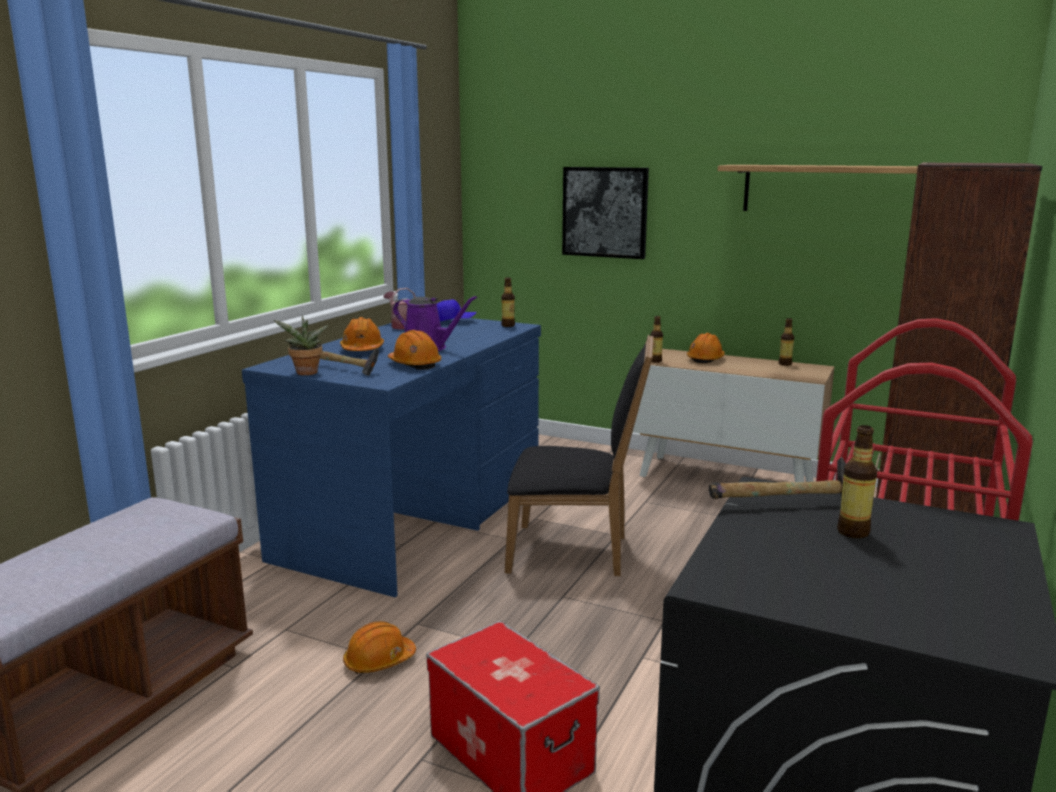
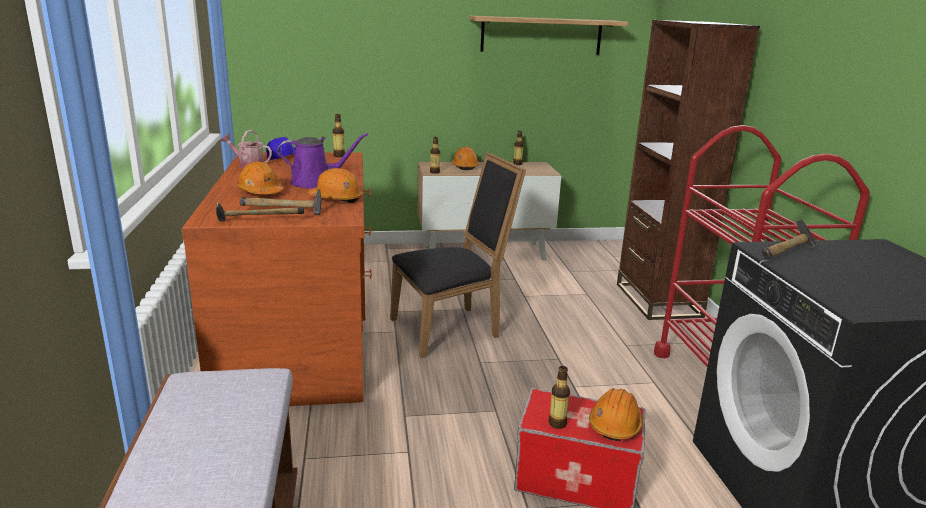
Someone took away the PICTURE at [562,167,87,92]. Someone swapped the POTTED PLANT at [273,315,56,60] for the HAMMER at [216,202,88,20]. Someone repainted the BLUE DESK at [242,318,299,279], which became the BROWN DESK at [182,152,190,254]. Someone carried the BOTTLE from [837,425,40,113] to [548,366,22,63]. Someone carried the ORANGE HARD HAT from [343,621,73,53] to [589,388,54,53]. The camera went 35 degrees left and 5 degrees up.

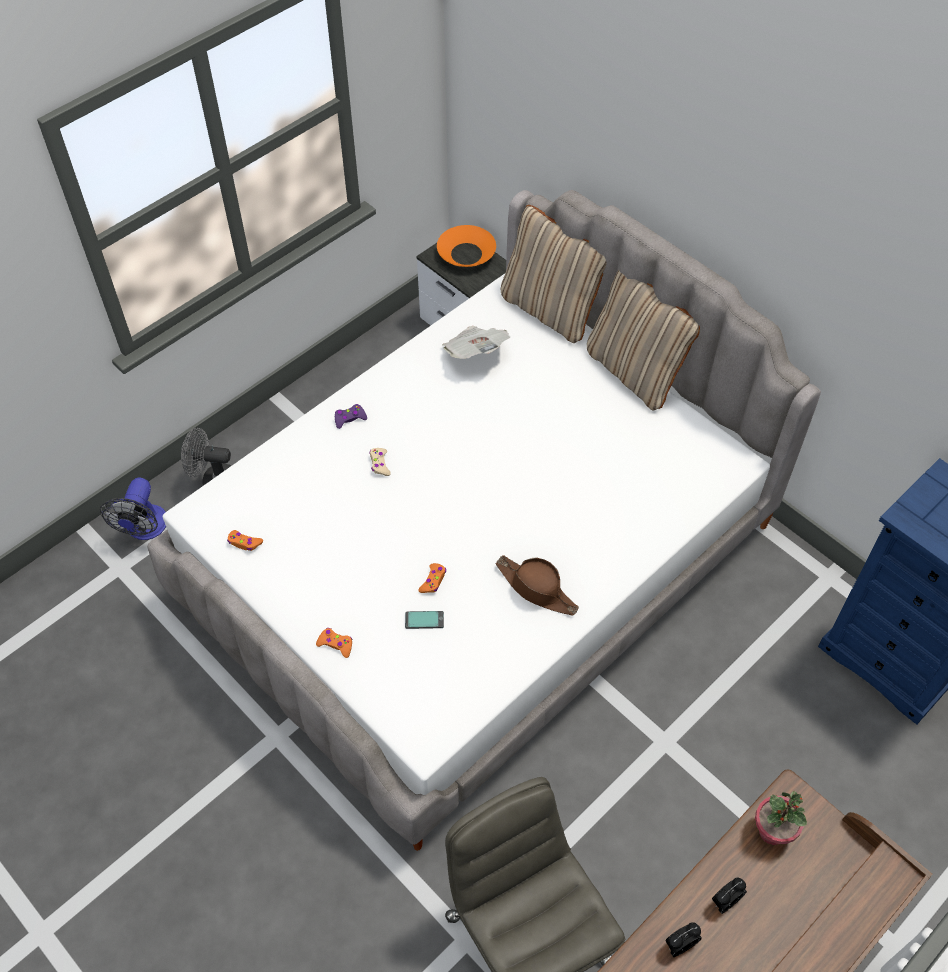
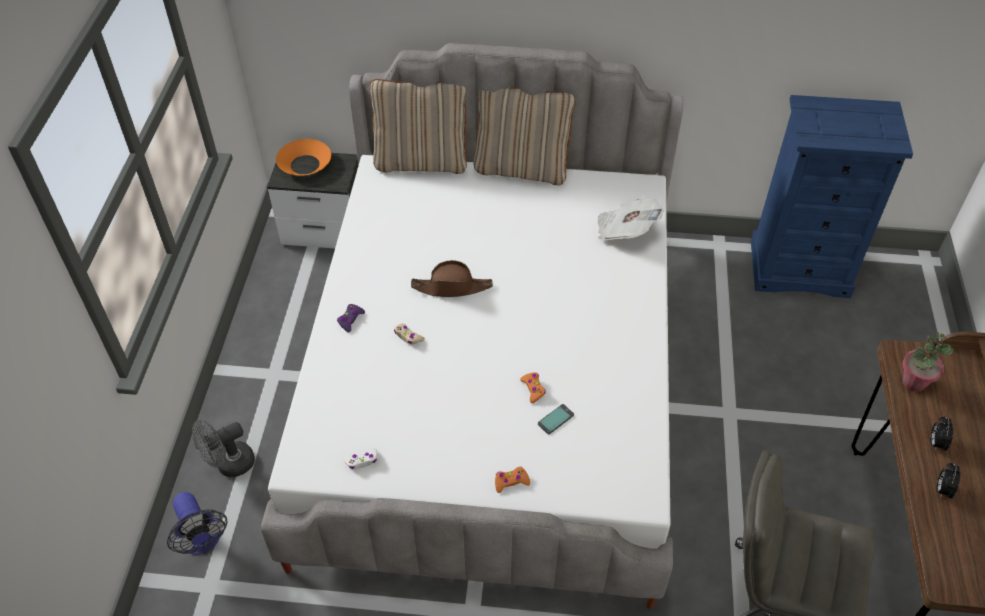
Someone carried the NEWSPAPER from [442,326,68,33] to [598,199,65,41]. Someone repainted the ORANGE GAME CONTROLLER at [227,530,36,21], which became the WHITE GAME CONTROLLER at [343,448,35,21]. Someone carried the BROWN HAT from [496,555,83,60] to [411,260,82,37]. The camera went 40 degrees left and 5 degrees down.

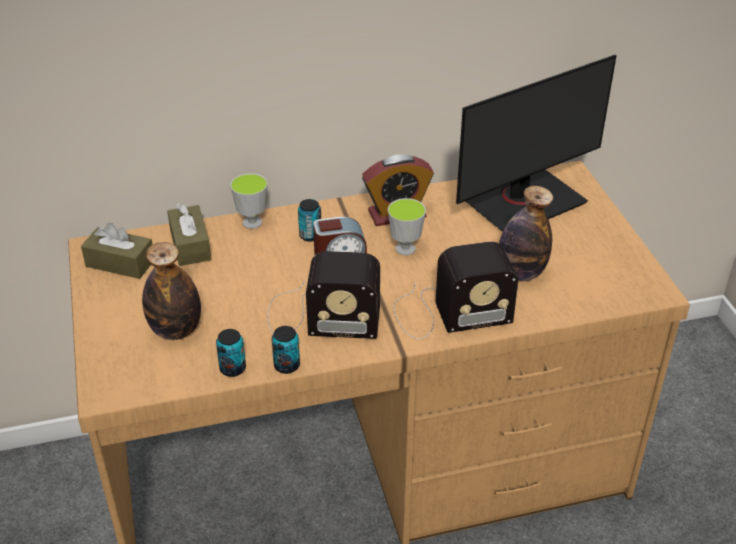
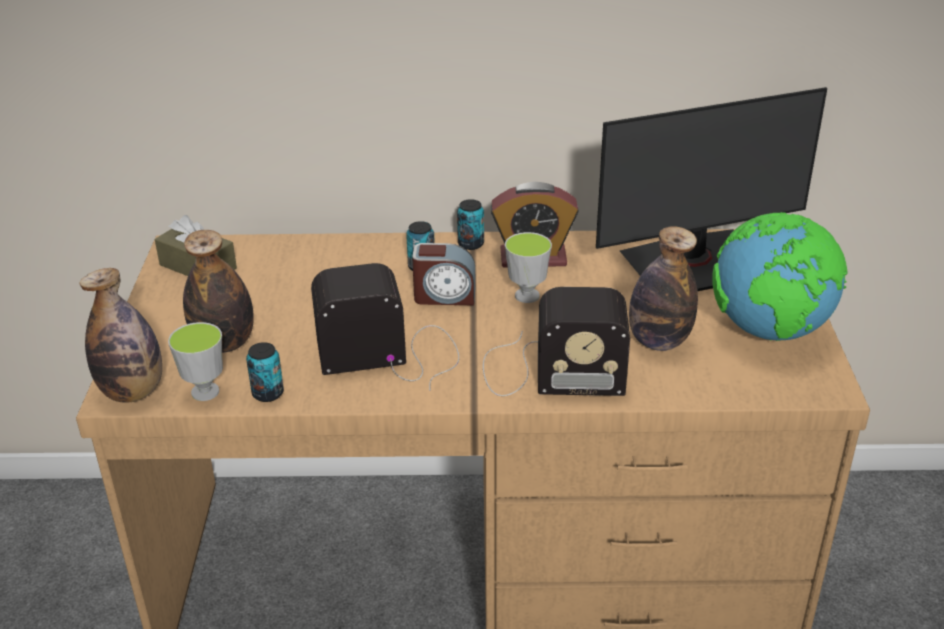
Someone carried the CUP from [230,173,38,56] to [168,322,55,79]. Someone took away the BROWN TISSUE BOX at [167,203,44,63]. Someone rotated the RADIO at [268,251,112,88] by 150 degrees clockwise. Someone carried the CAN from [272,326,28,48] to [457,199,27,51]. Someone put down the GLOBE at [712,212,136,129]. Someone put down the BOTTLE at [79,268,83,135]. The camera went 15 degrees right and 5 degrees down.

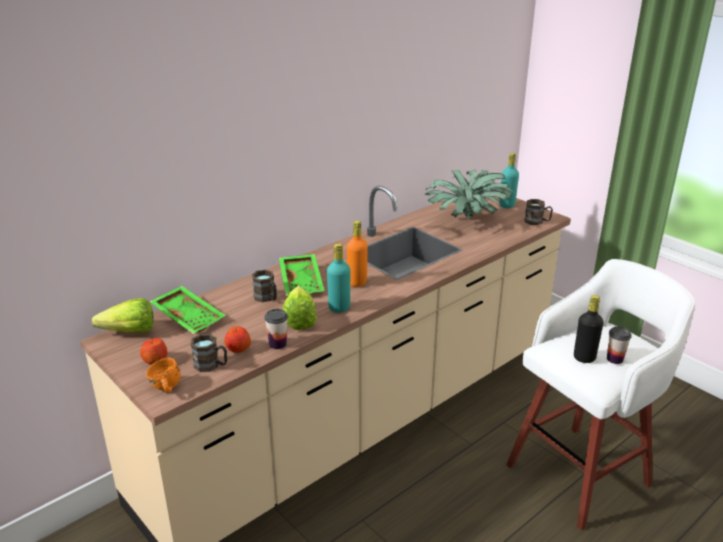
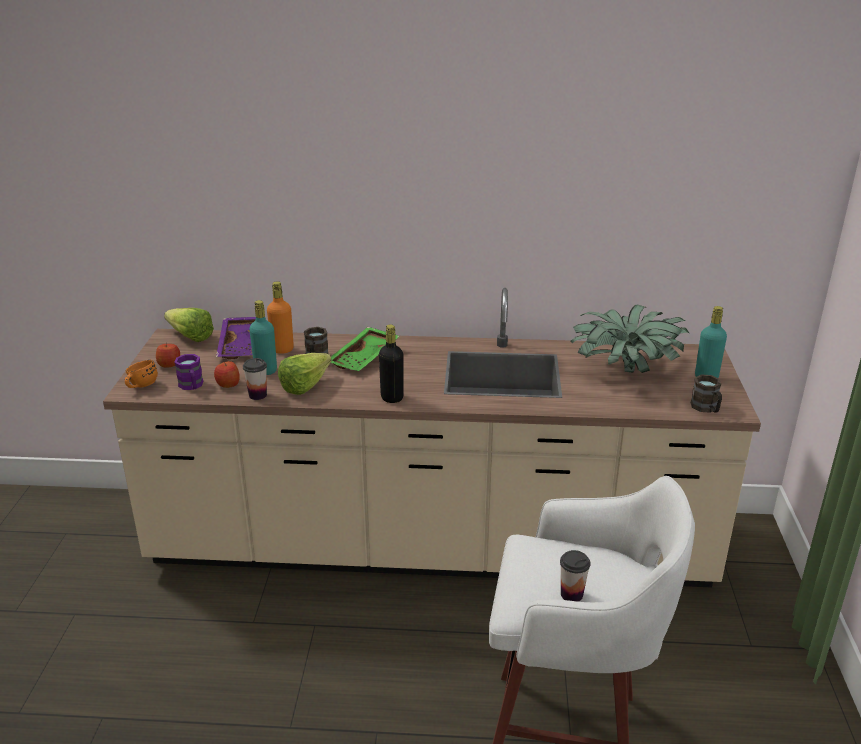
Someone carried the ORANGE BOTTLE from [347,221,21,66] to [267,282,27,72]. Someone carried the TURQUOISE BOTTLE from [327,243,23,70] to [249,300,28,75]. Someone repainted the GREEN TRAY at [149,286,77,48], which became the PURPLE TRAY at [216,317,40,42]. Someone carried the BLACK BOTTLE from [574,295,30,68] to [379,324,25,79]. Someone repainted the BROWN MUG at [191,334,36,38], which became the PURPLE MUG at [175,354,28,36]. The camera went 45 degrees right and 0 degrees up.

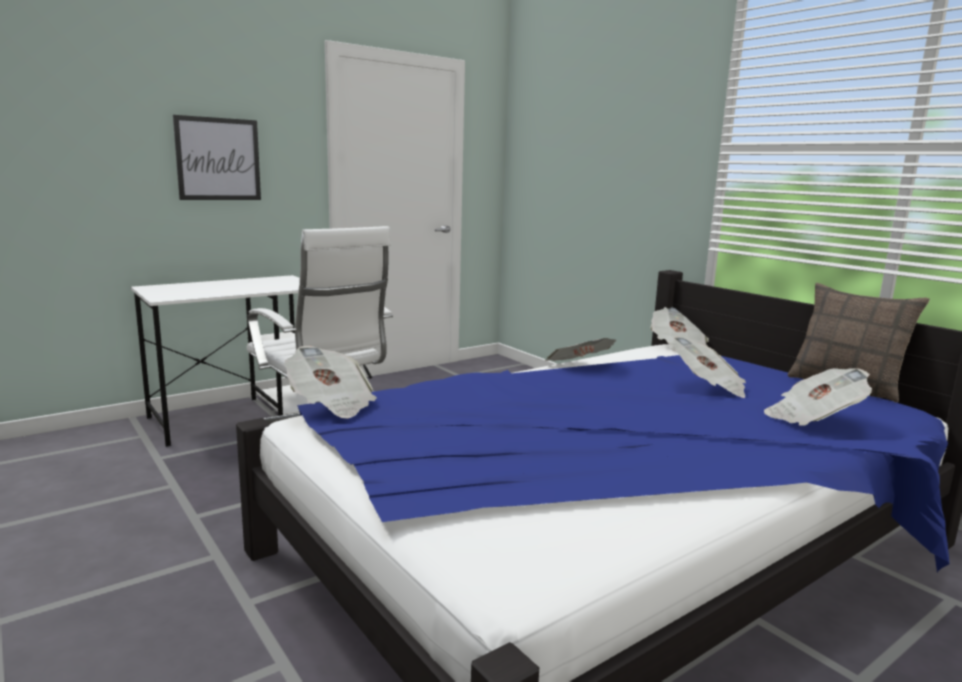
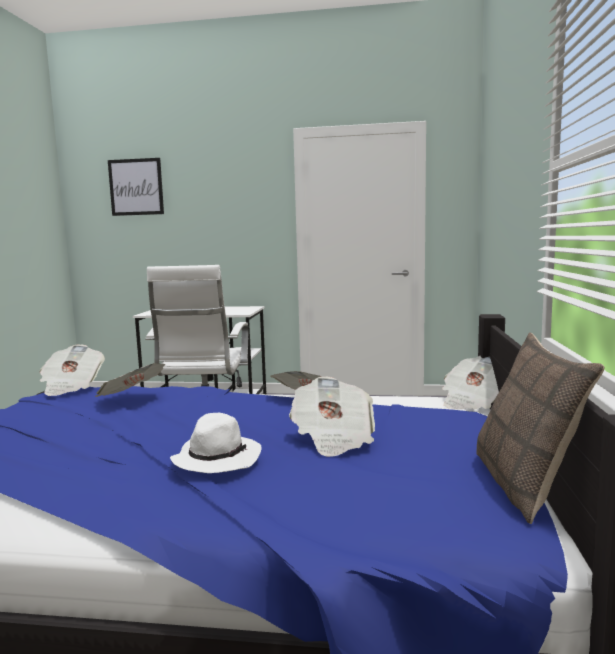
Someone carried the PICTURE from [173,115,88,85] to [108,158,56,58]. Someone carried the NEWSPAPER from [764,368,108,58] to [95,363,70,34]. Someone put down the WHITE HAT at [170,413,91,60]. The camera went 45 degrees right and 5 degrees down.

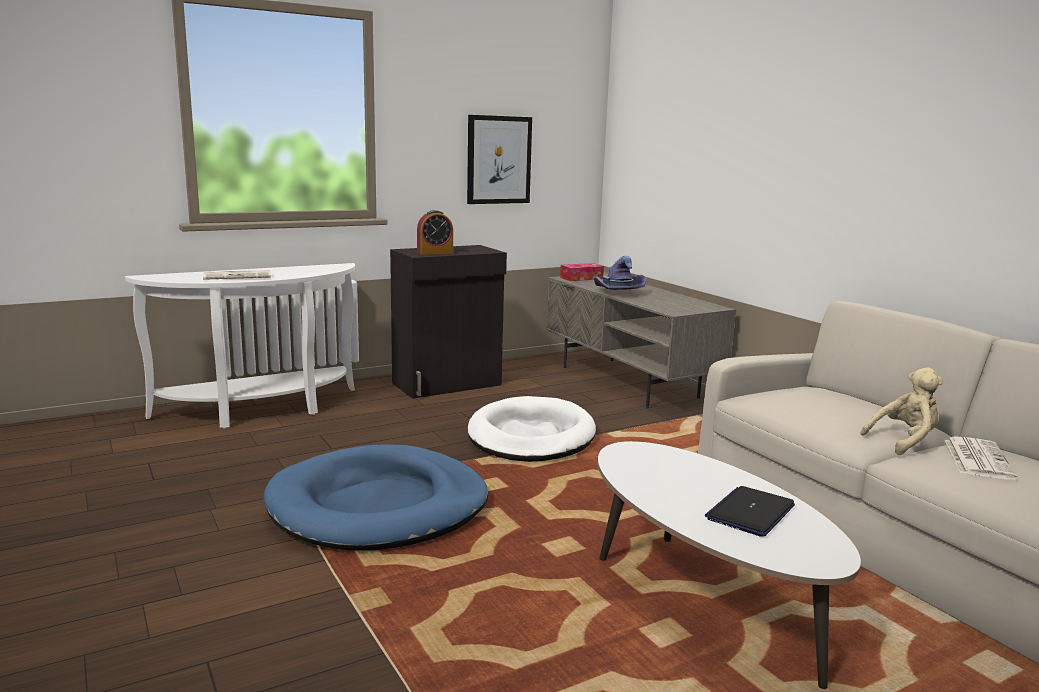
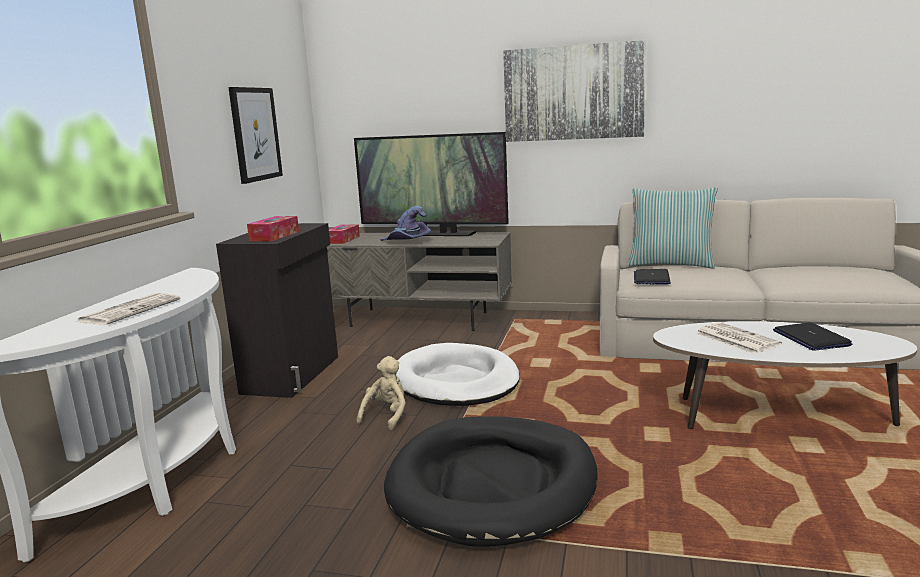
Someone swapped the ALARM CLOCK at [417,210,36,45] for the TISSUE BOX at [247,216,52,25]. Someone carried the BEIGE PLUSH TOY from [860,367,83,88] to [357,356,49,74]. Someone carried the NEWSPAPER from [945,436,73,44] to [696,322,86,32]. Someone repainted the BLUE DOG BED at [263,444,225,107], which became the BLACK DOG BED at [384,416,214,131]. Someone put up the PICTURE at [503,40,143,102]. Someone put down the TELEVISION at [354,132,155,104]. Someone put down the PILLOW at [628,187,90,82]. Someone put down the LAPTOP at [634,269,37,16]. The camera went 45 degrees left and 0 degrees up.

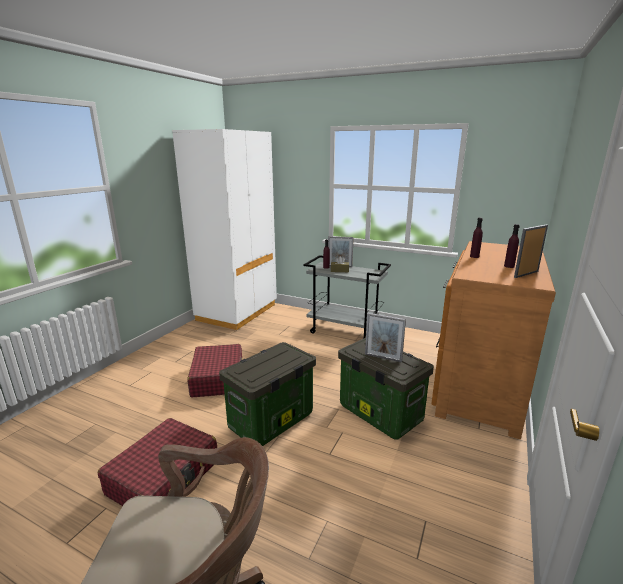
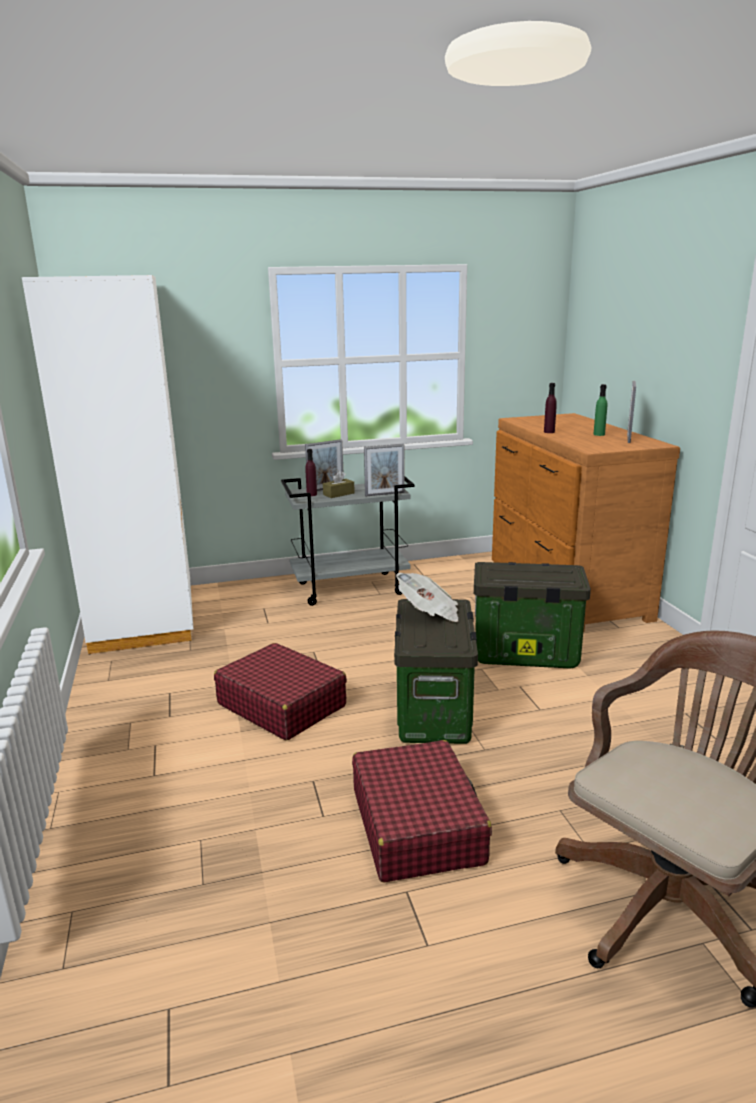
Someone repainted the PURPLE BOTTLE at [504,224,16,44], which became the GREEN BOTTLE at [593,384,14,52]. Someone carried the PICTURE FRAME from [365,313,41,49] to [364,444,41,52]. Someone put down the NEWSPAPER at [396,573,62,49]. The camera went 40 degrees left and 0 degrees up.

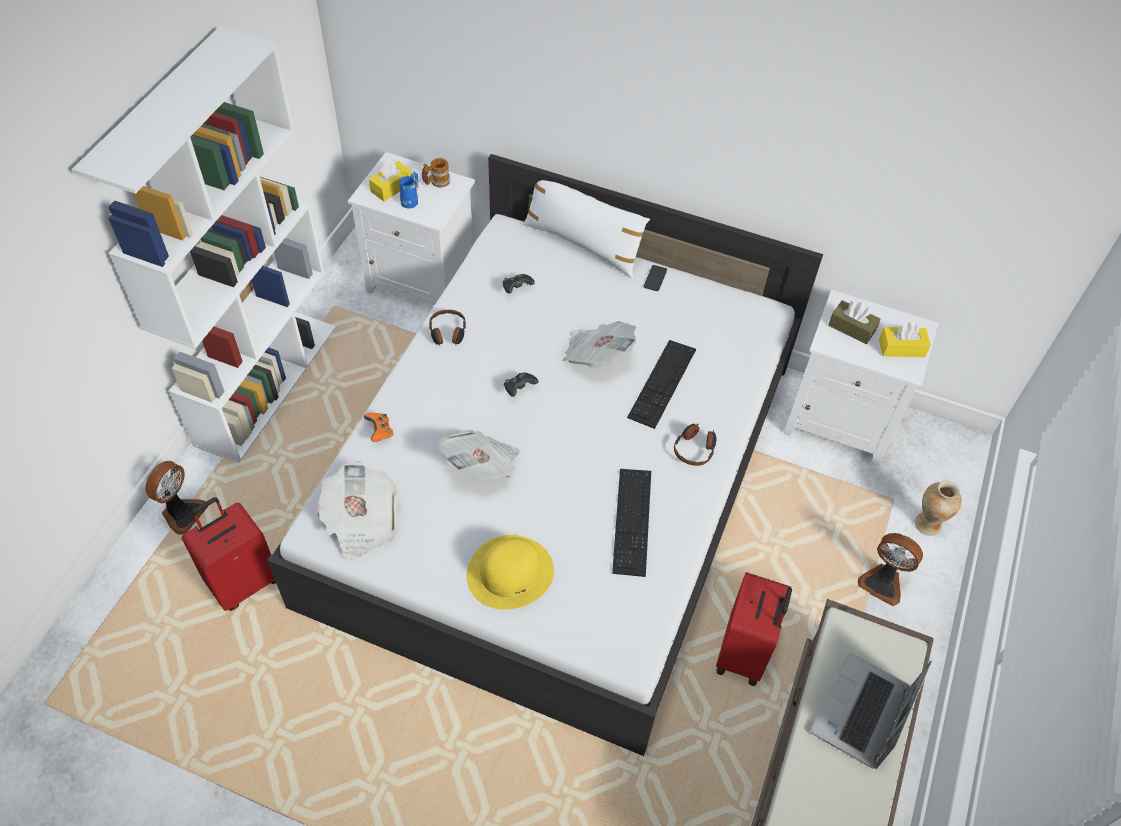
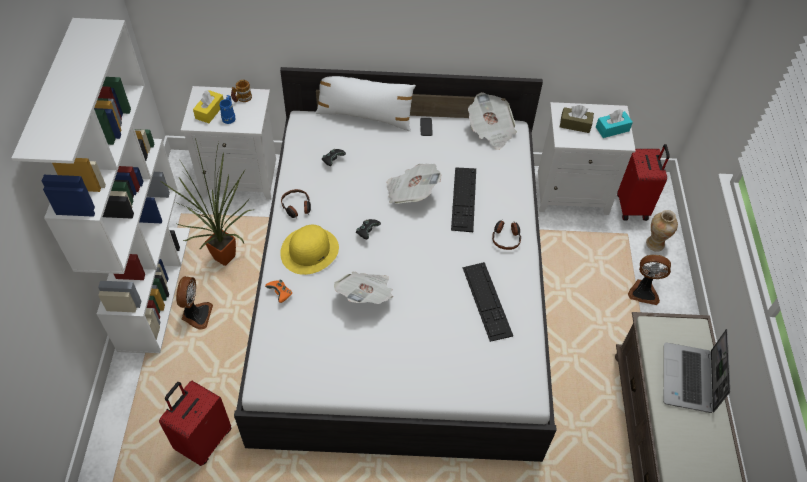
Someone repainted the YELLOW TISSUE BOX at [879,323,52,34], which became the TURQUOISE TISSUE BOX at [596,110,37,28]. Someone carried the FAN from [145,461,63,73] to [176,276,37,54]. Someone carried the NEWSPAPER from [317,461,80,99] to [468,92,49,58]. Someone carried the YELLOW HAT from [467,535,87,75] to [280,225,59,50]. Someone carried the RED SUITCASE from [716,572,76,114] to [617,144,53,77]. Someone put down the POTTED PLANT at [161,138,94,128]. The camera went 20 degrees left and 0 degrees up.

